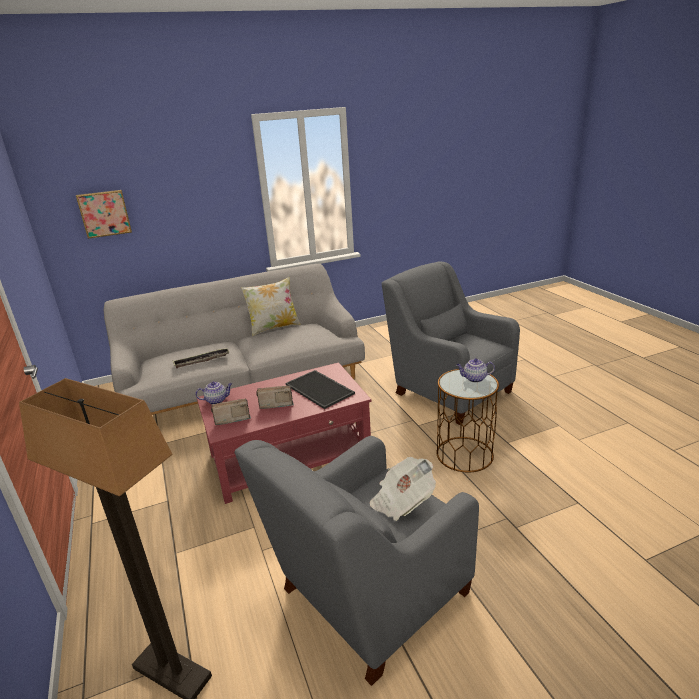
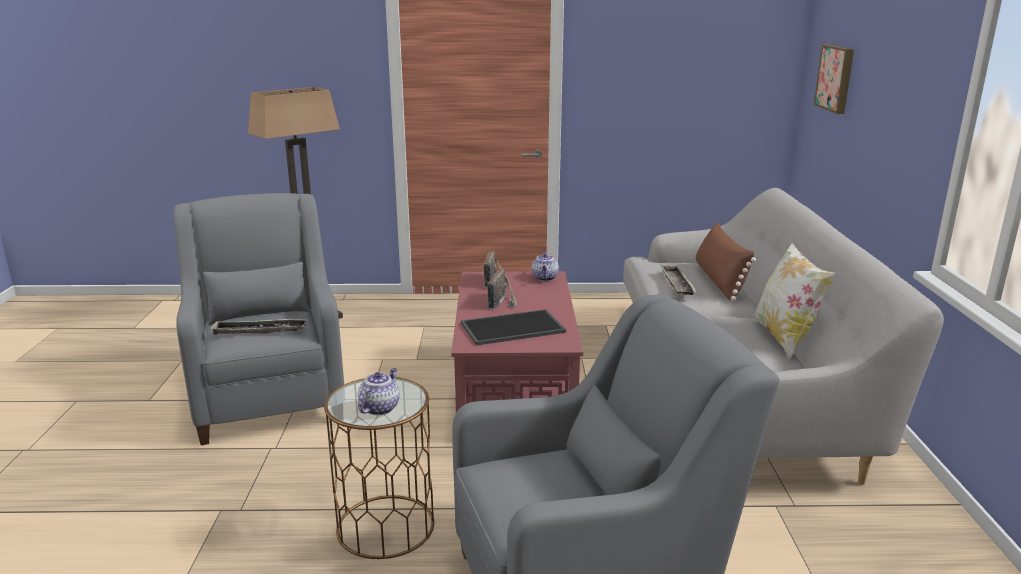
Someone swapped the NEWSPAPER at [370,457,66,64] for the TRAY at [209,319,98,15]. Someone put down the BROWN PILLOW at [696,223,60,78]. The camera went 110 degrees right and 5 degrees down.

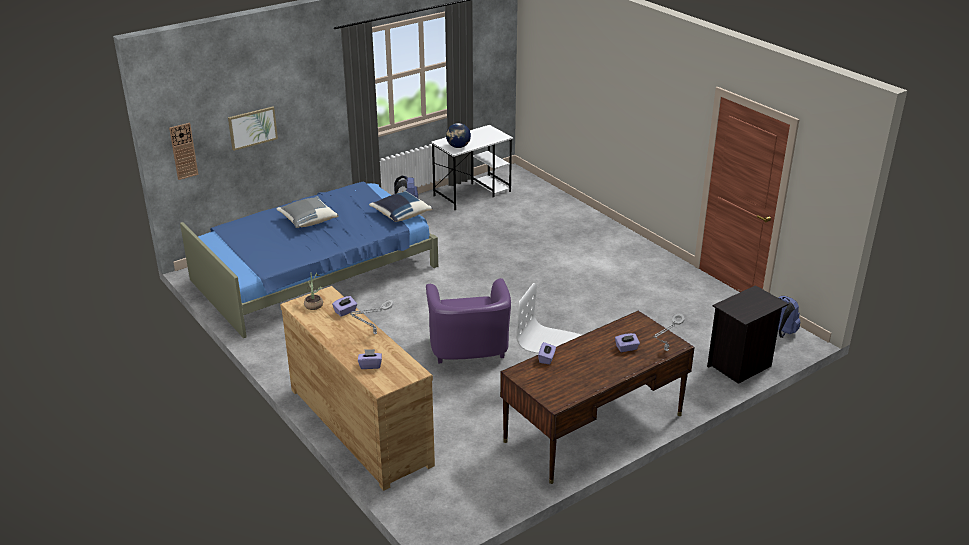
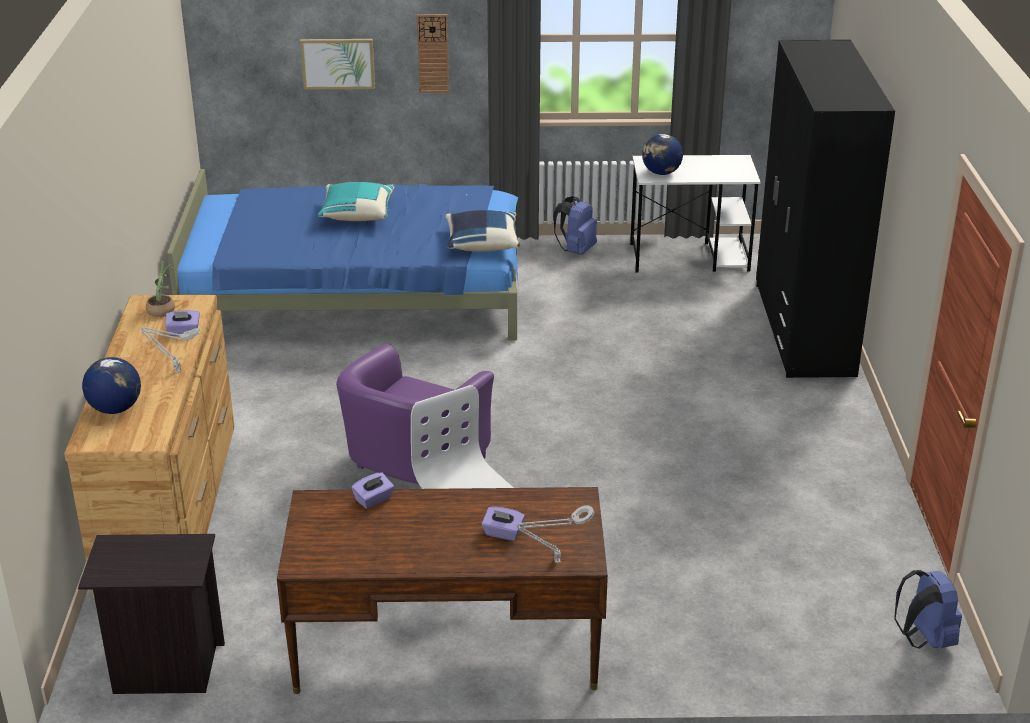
Someone carried the WALL CLOCK from [169,123,29,57] to [417,14,32,79]. Someone repainted the GREY PILLOW at [277,196,62,32], which became the TURQUOISE PILLOW at [318,182,77,39]. Someone carried the BLACK NIGHTSTAND from [707,285,82,99] to [78,534,147,160]. Someone swapped the PURPLE TISSUE BOX at [358,349,24,20] for the GLOBE at [82,357,59,57]. Someone put down the BLACK WARDROBE at [756,39,139,339]. The camera went 35 degrees right and 0 degrees up.

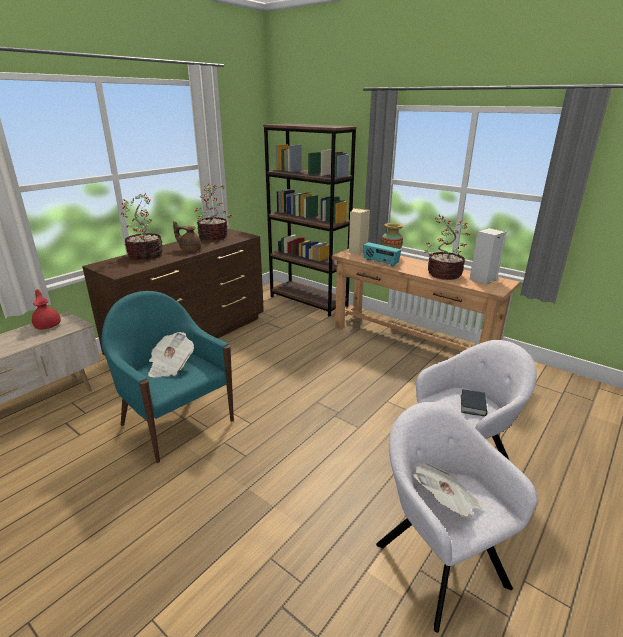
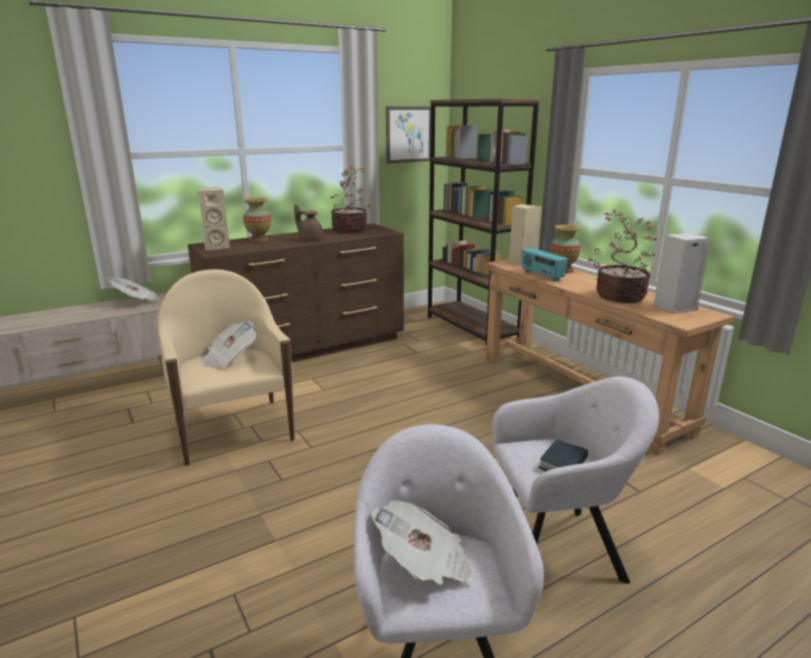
Someone swapped the POTTED PLANT at [121,193,42,67] for the VASE at [243,197,28,45]. Someone swapped the RED TEAPOT at [32,289,29,40] for the NEWSPAPER at [106,277,55,25]. Someone repainted the TURQUOISE ARMCHAIR at [101,291,133,172], which became the BEIGE ARMCHAIR at [157,269,138,197]. Someone put up the PICTURE at [386,106,45,57]. Someone put down the BEIGE SPEAKER at [198,187,32,63]. The camera went 20 degrees right and 5 degrees down.

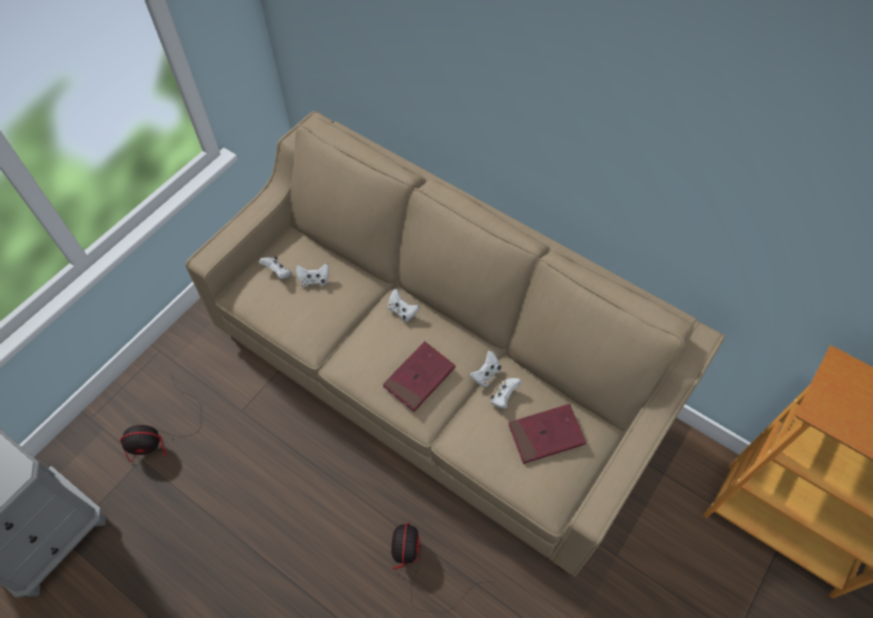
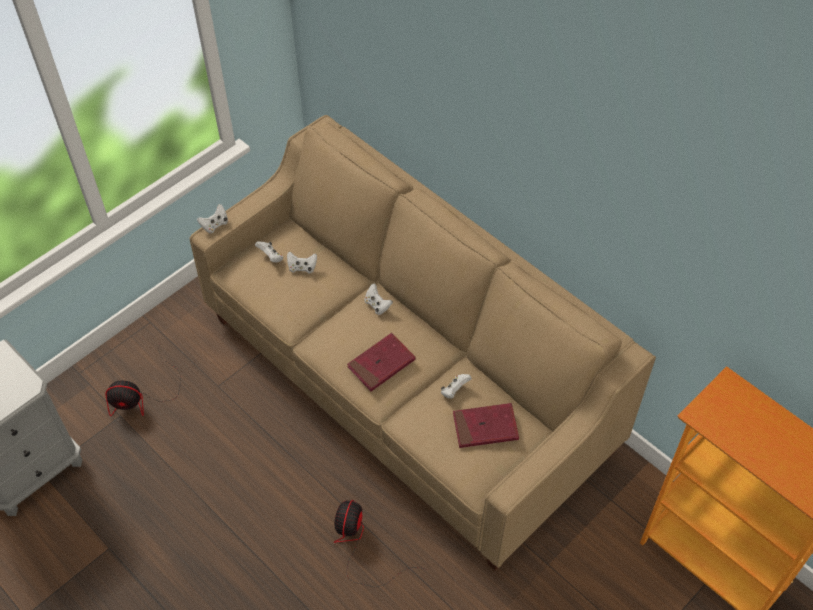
Someone carried the WHITE GAME CONTROLLER from [469,351,32,36] to [197,204,31,29]. The camera went 10 degrees right and 5 degrees down.

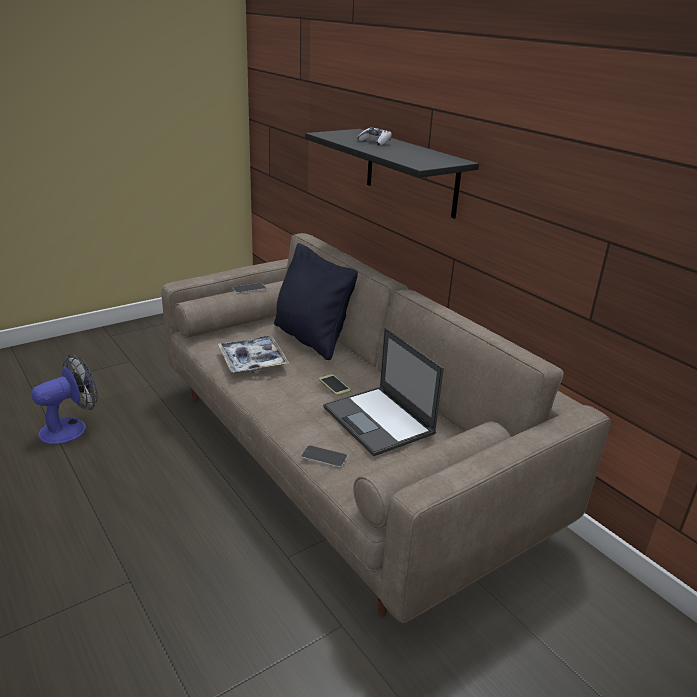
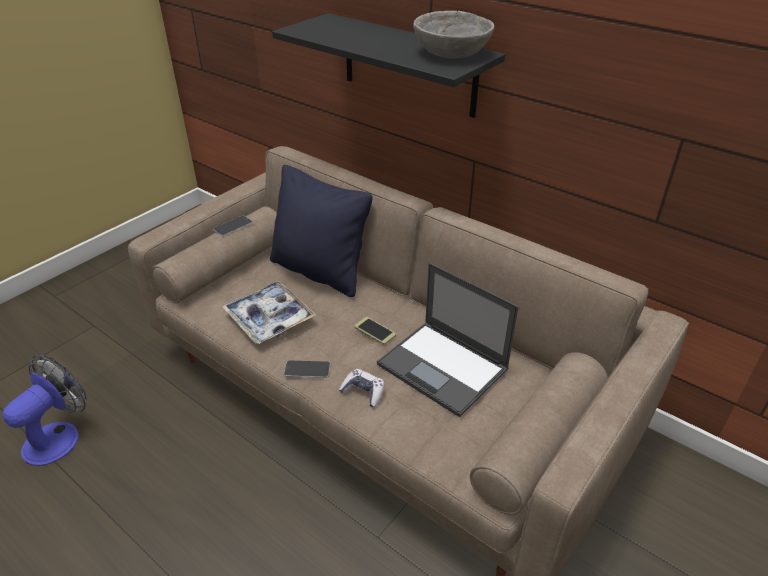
Someone carried the GAME CONTROLLER from [357,127,35,19] to [339,369,46,38]. Someone carried the PHONE from [301,445,47,22] to [284,360,46,18]. Someone put down the GREY BOWL at [413,11,81,47]. The camera went 15 degrees left and 10 degrees up.

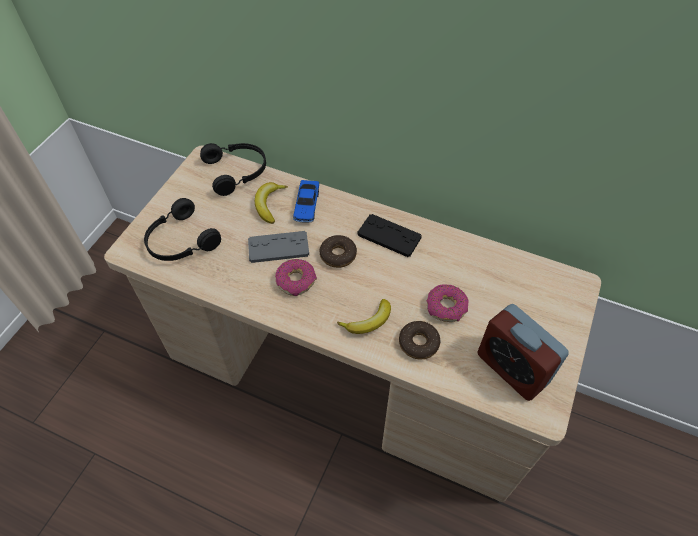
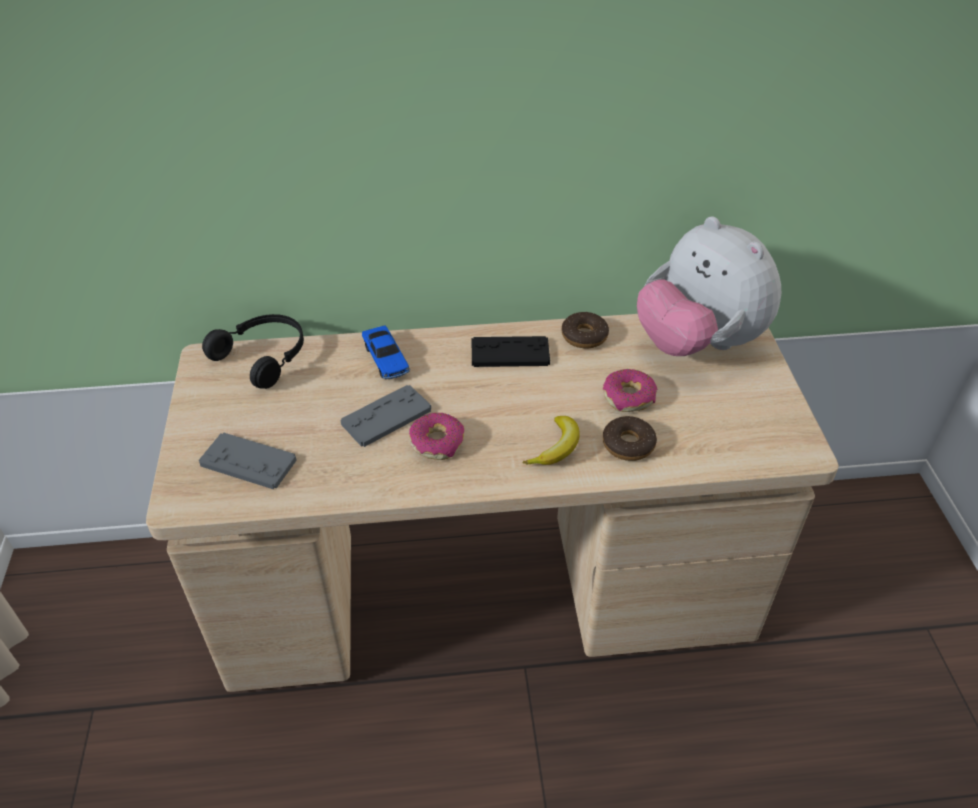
Someone took away the BANANA at [255,182,33,42]. Someone swapped the BLACK HEADPHONES at [144,198,77,63] for the GREY GAME CONTROLLER at [199,433,98,56]. Someone carried the DONUT from [320,235,37,33] to [562,311,47,38]. Someone took away the ALARM CLOCK at [478,304,91,97]. Someone put down the PLUSH TOY at [637,216,144,140]. The camera went 30 degrees left and 10 degrees down.

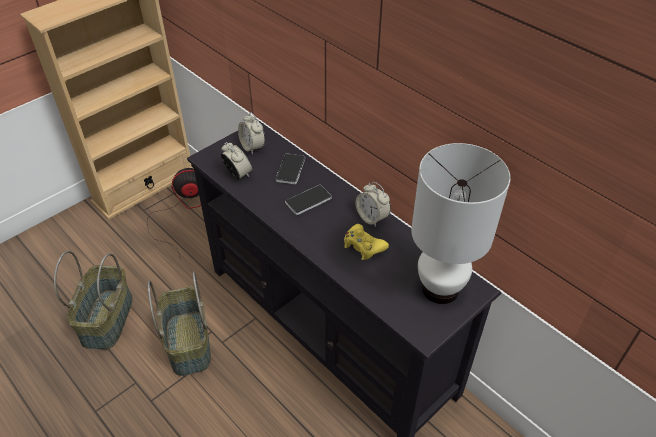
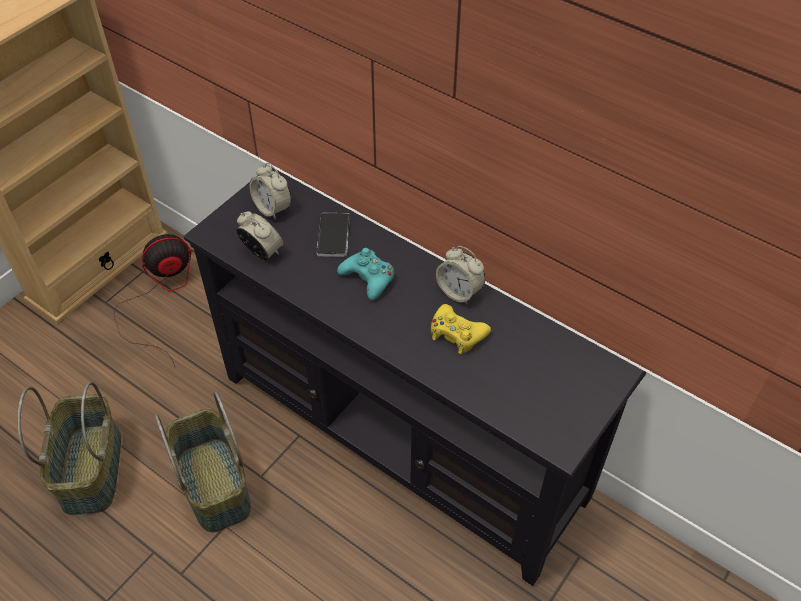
Someone took away the WHITE TABLE LAMP at [411,143,100,161]. Someone swapped the PHONE at [285,185,47,30] for the TURQUOISE GAME CONTROLLER at [337,248,57,52]. The camera went 10 degrees left and 5 degrees up.

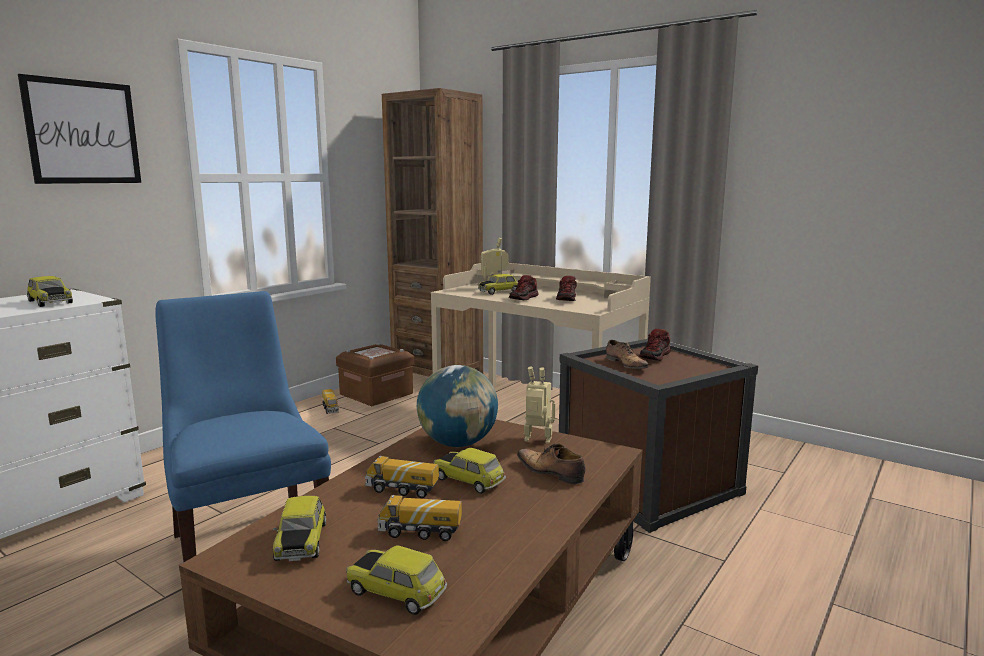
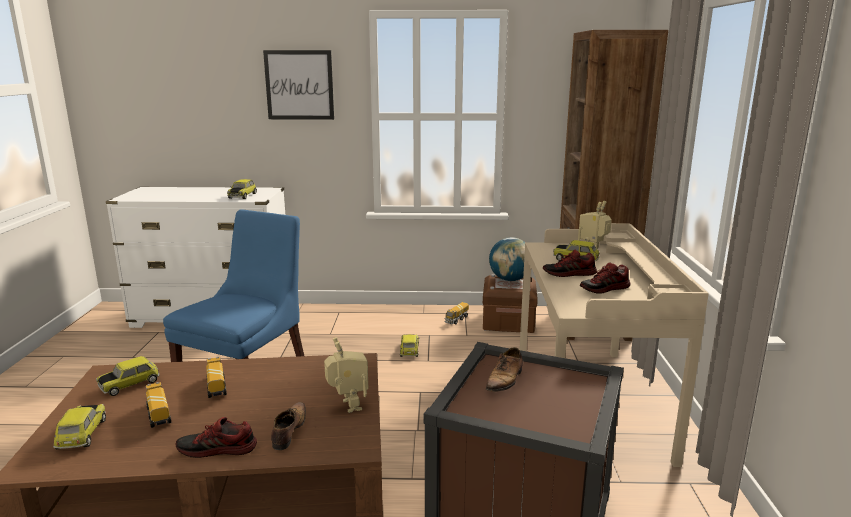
Someone carried the SHOE from [639,329,32,32] to [175,417,82,41]. Someone carried the GLOBE from [417,365,81,82] to [489,237,36,44]. Someone carried the TOY CAR from [433,448,73,46] to [400,334,20,23]. The camera went 55 degrees right and 5 degrees up.

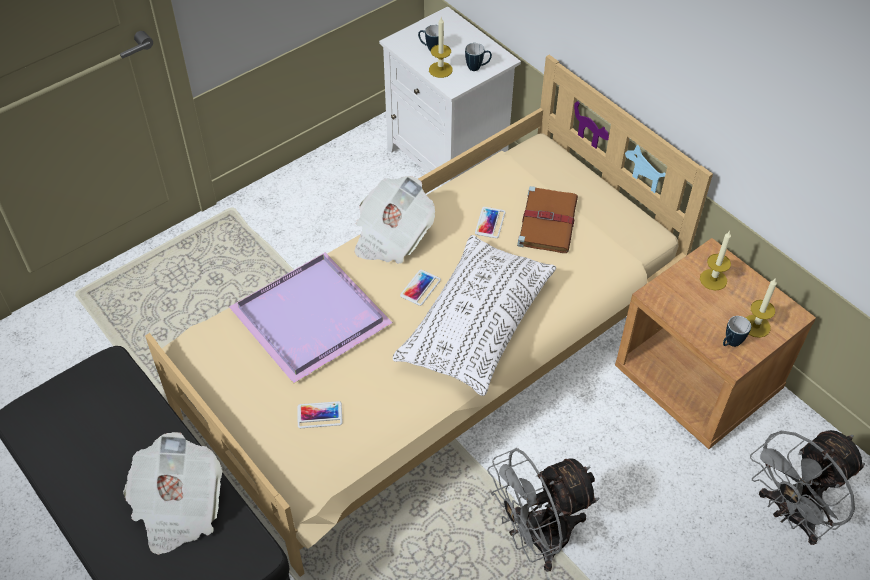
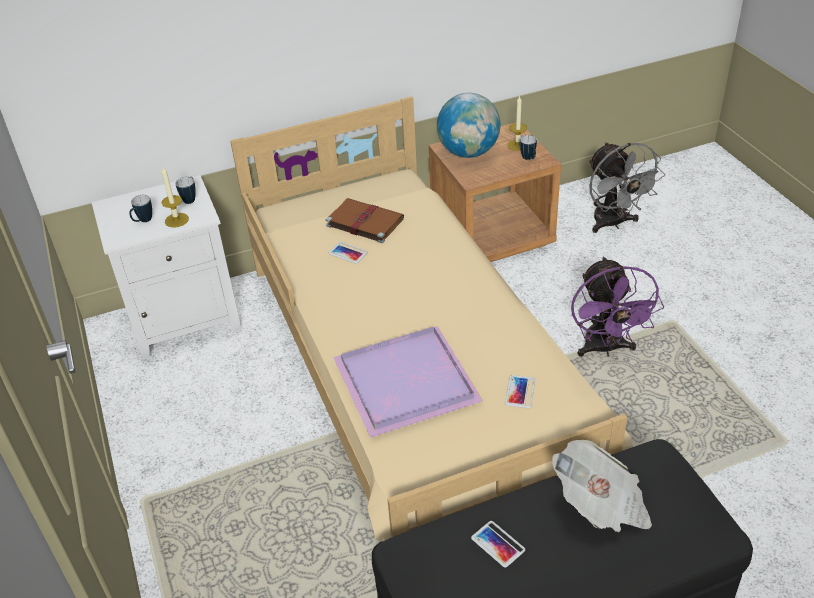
Someone took away the NEWSPAPER at [355,176,80,88]. Someone swapped the CANDLE at [700,231,31,59] for the GLOBE at [437,93,63,65]. Someone took away the WHITE PILLOW at [393,235,163,161]. Someone carried the PHONE from [400,270,41,36] to [471,521,54,47]. Someone repainted the GREY FAN at [487,448,112,124], which became the PURPLE FAN at [571,257,93,100]. The camera went 70 degrees left and 10 degrees down.

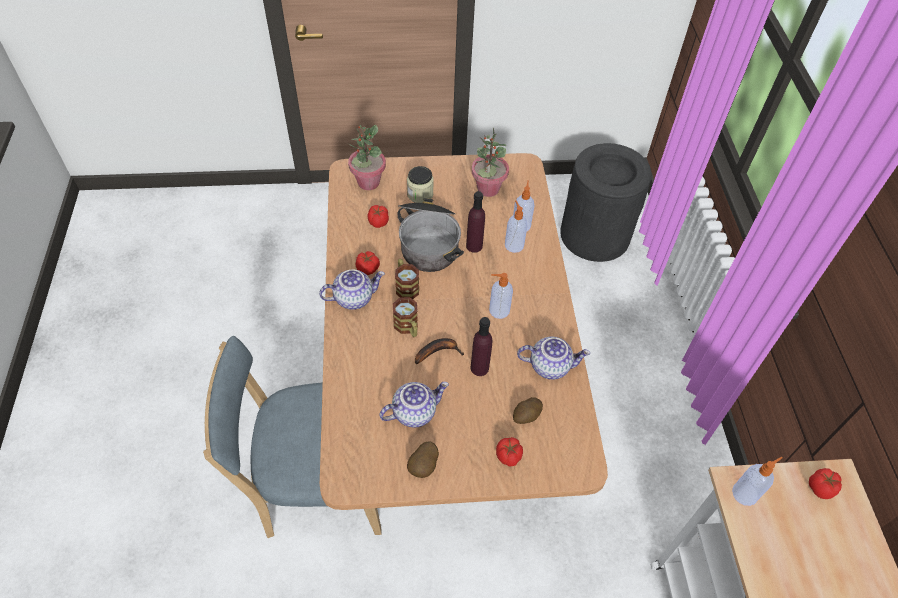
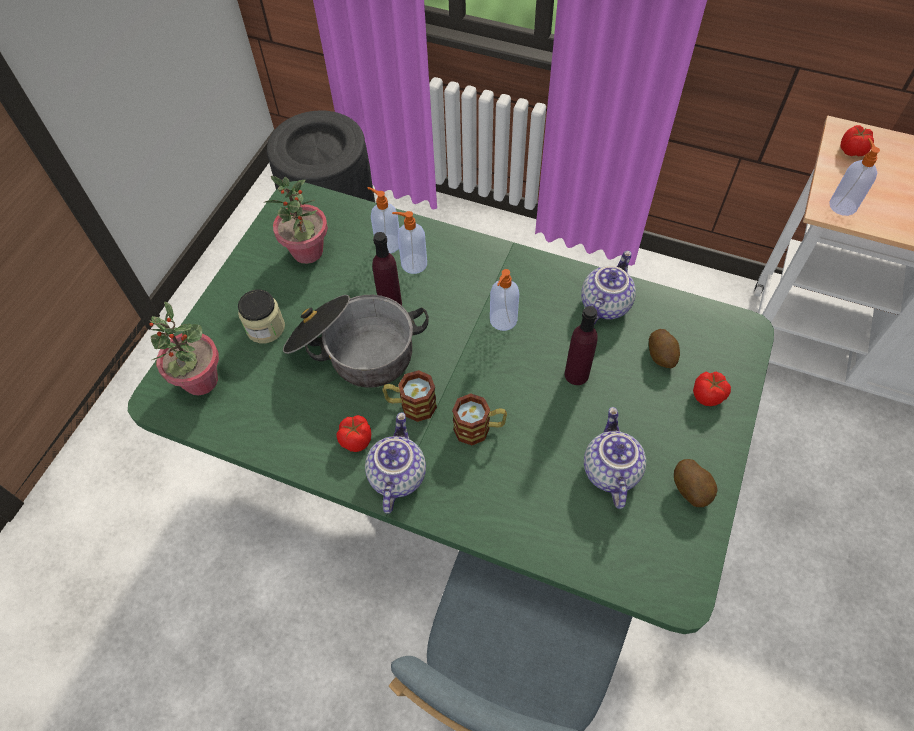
Someone repainted the BROWN DINING TABLE at [320,153,288,357], which became the GREEN DINING TABLE at [128,181,646,453]. Someone took away the TOMATO at [367,205,22,23]. Someone took away the BANANA at [415,338,49,27]. The camera went 60 degrees left and 5 degrees up.

